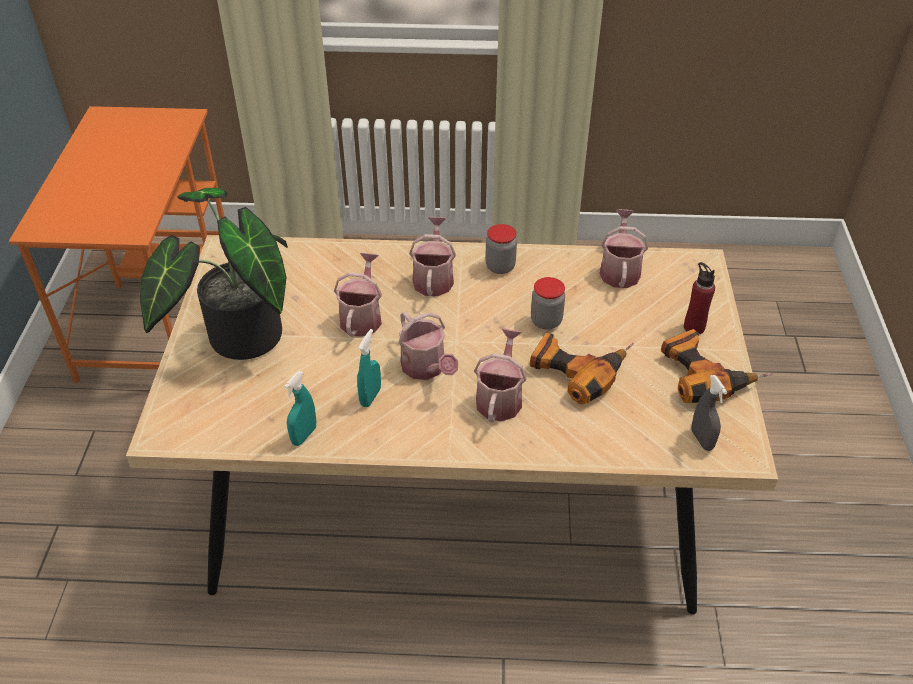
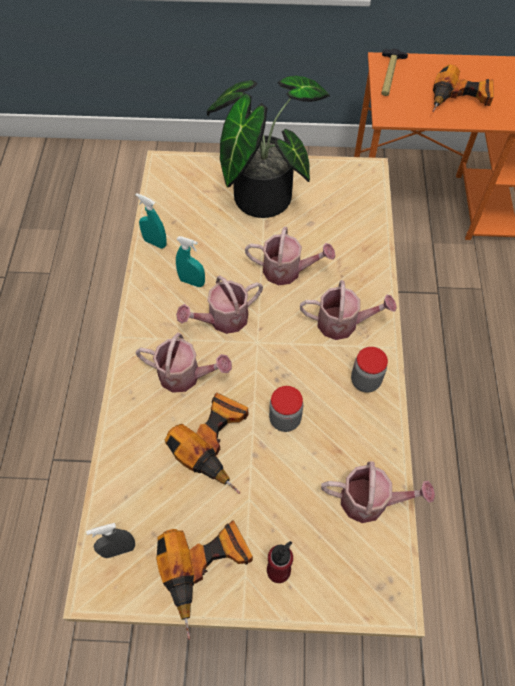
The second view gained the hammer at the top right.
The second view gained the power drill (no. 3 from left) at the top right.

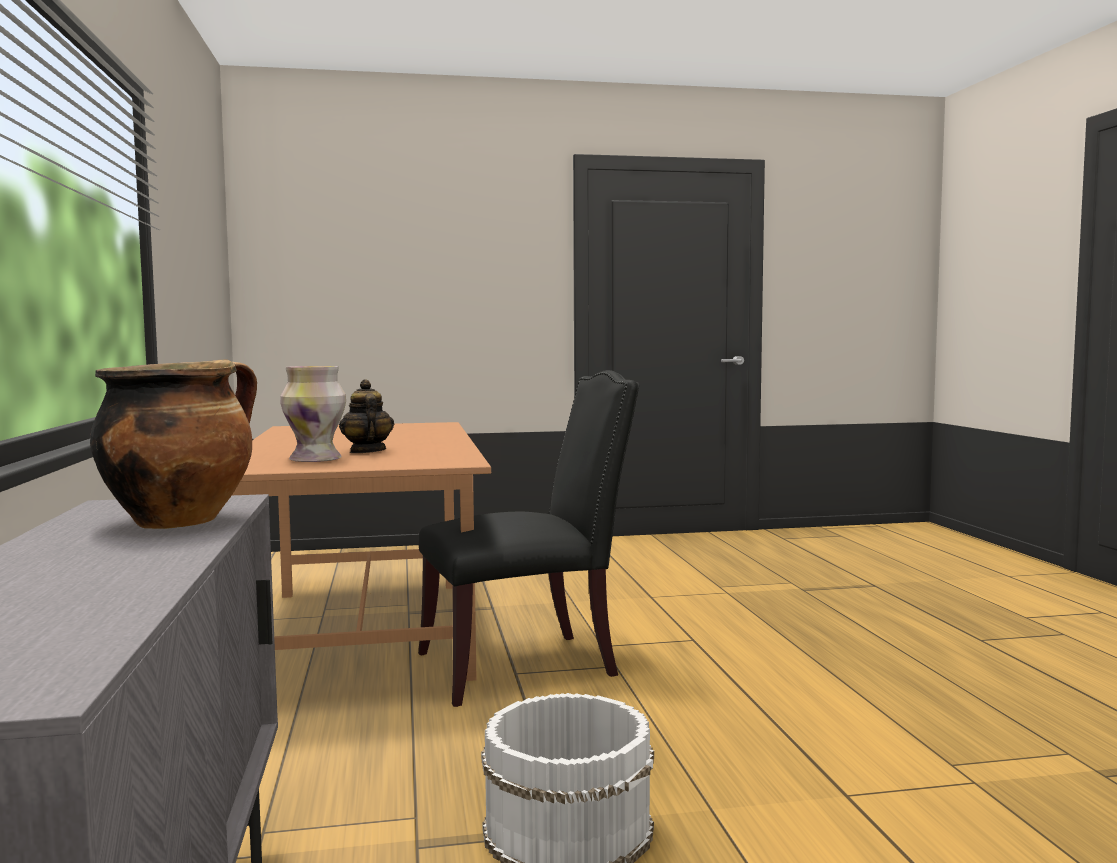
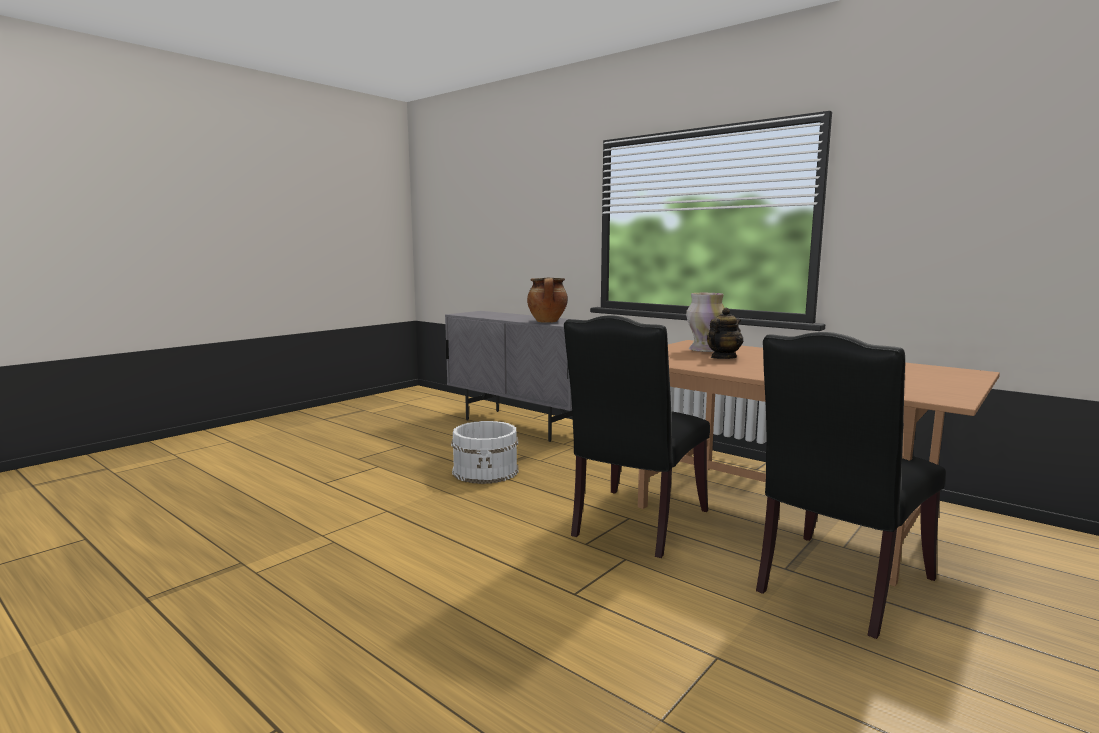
The teapot at the middle left ended up facing another way, 75 degrees counterclockwise from before.
The second view gained the black chair (no. 2 from left) at the middle right.

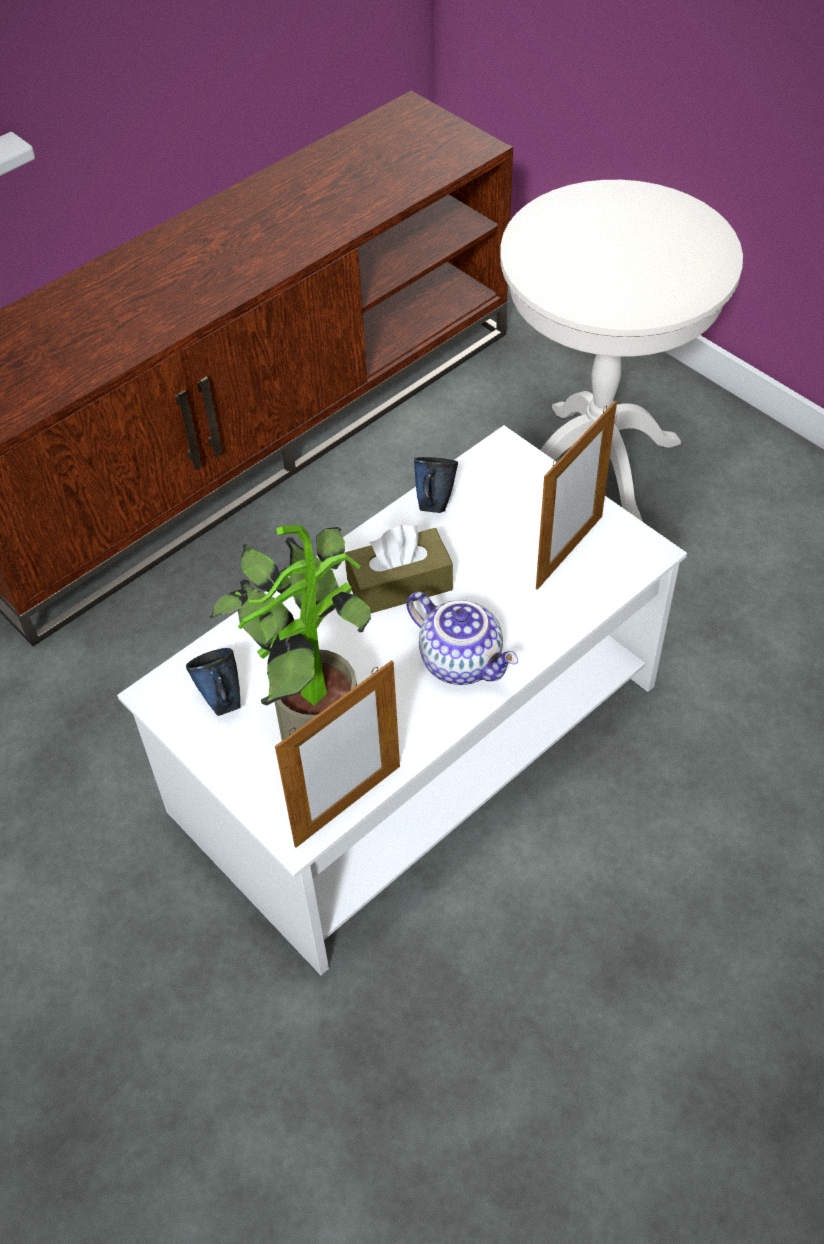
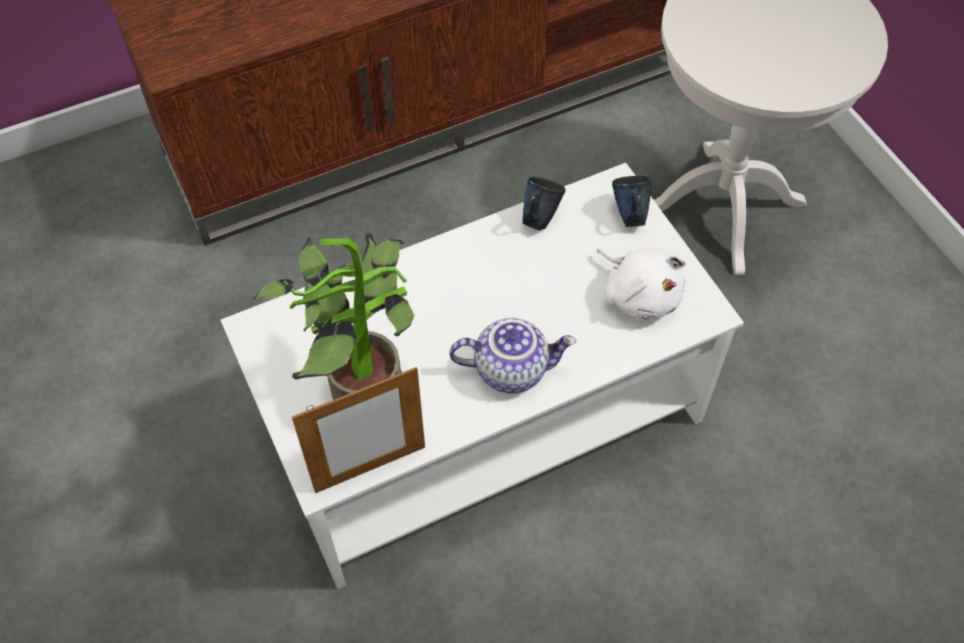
The teapot at the centre ended up facing another way, 60 degrees counterclockwise from before.
Where the picture frame (no. 2 from left) stood at the middle right, the white plush toy came to stand at the centre.
The blue mug (no. 1 from left in the first image) ended up elsewhere, having gone from the middle left to the top centre.
The second view lost the brown tissue box at the centre.

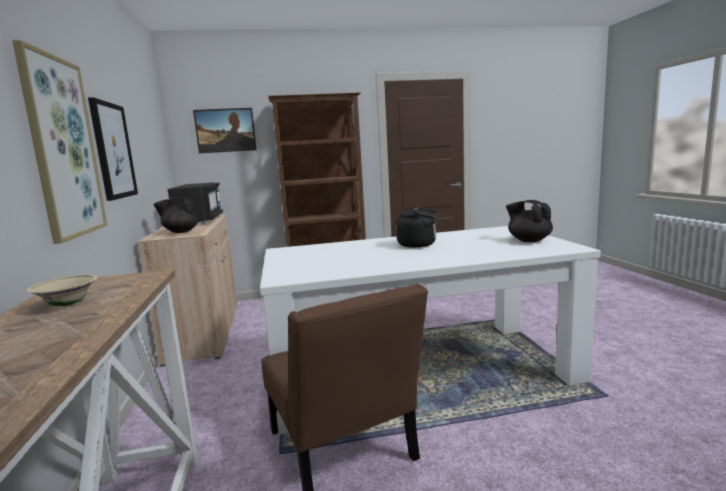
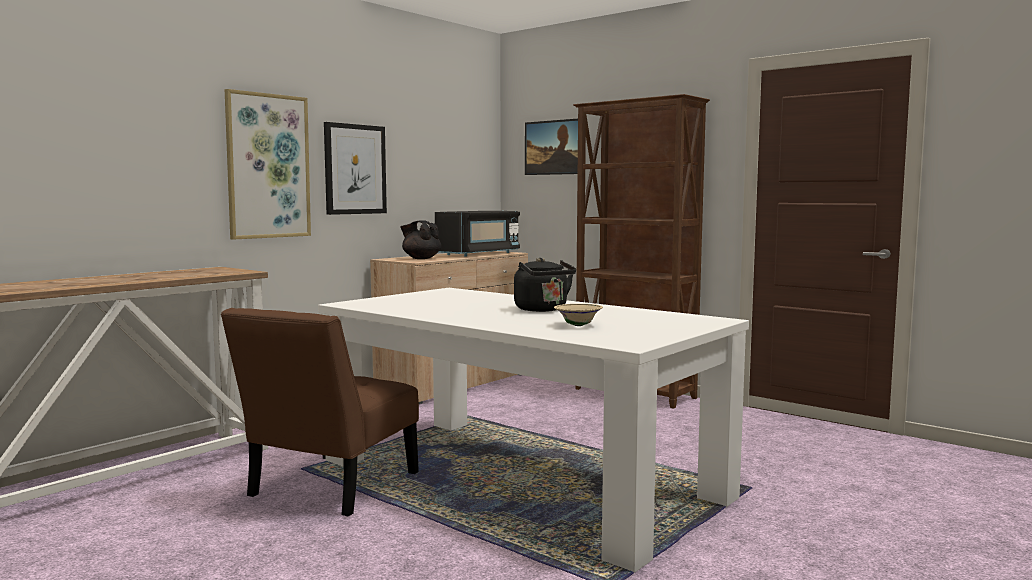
The beige bowl ended up elsewhere, having gone from the middle left to the centre.
The second view lost the black teapot (no. 2 from left) at the middle right.

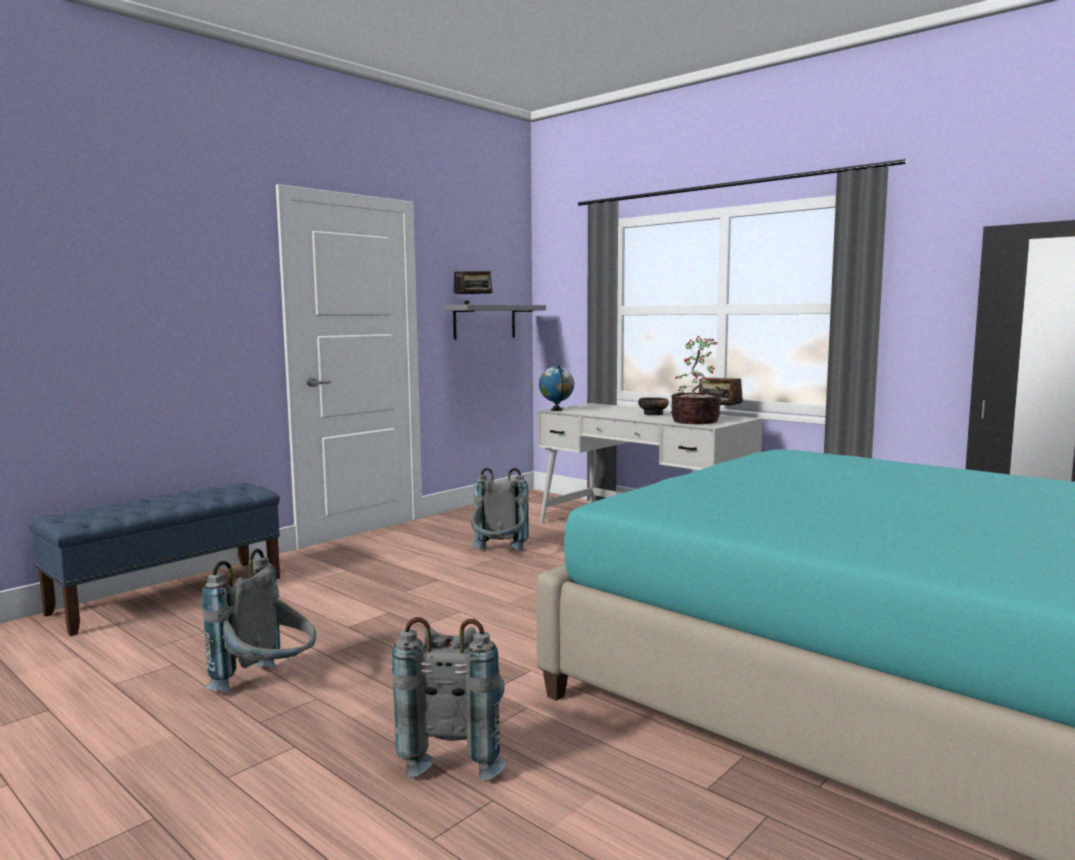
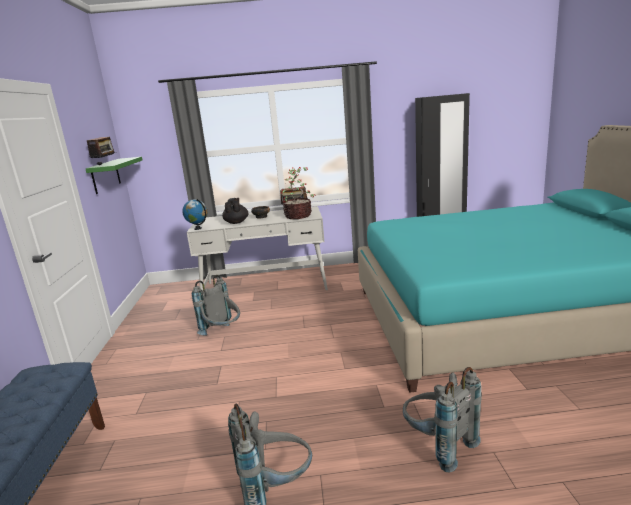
What was the grey shelf at the centre turned into the green shelf at the middle left.
The second view gained the black teapot at the centre.

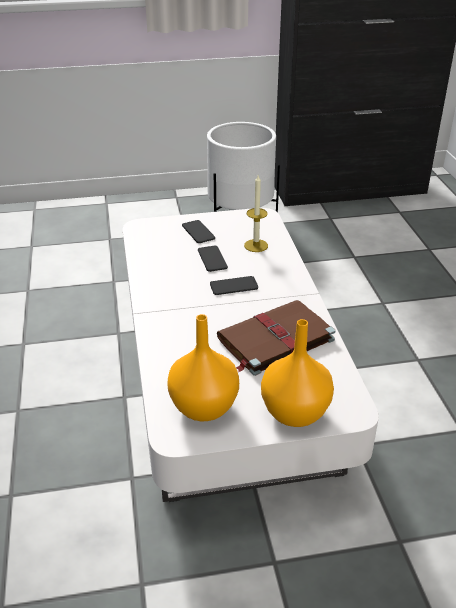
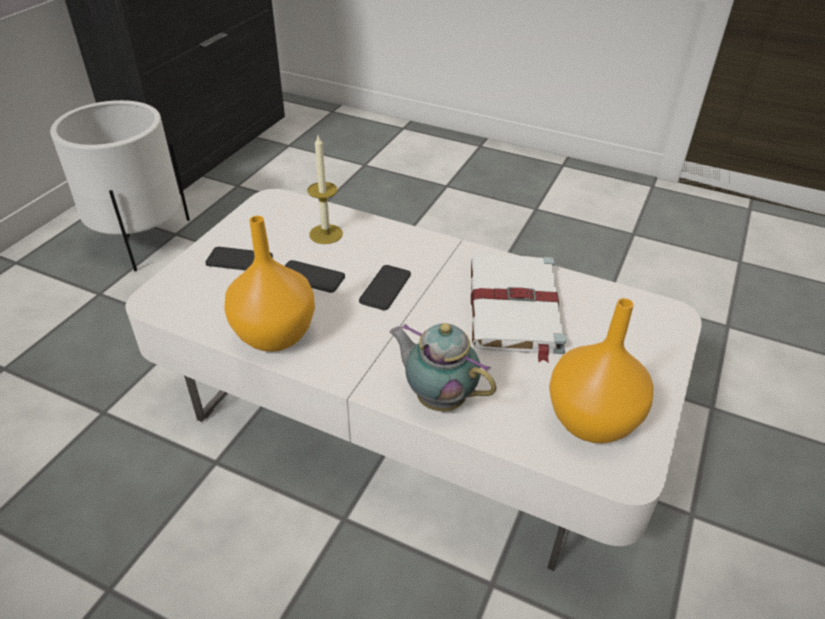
The orange vase (no. 2 from left in the first image) ended up elsewhere, having gone from the centre to the middle left.
The second view gained the teapot at the centre.
What was the brown book at the centre turned into the white book at the centre.

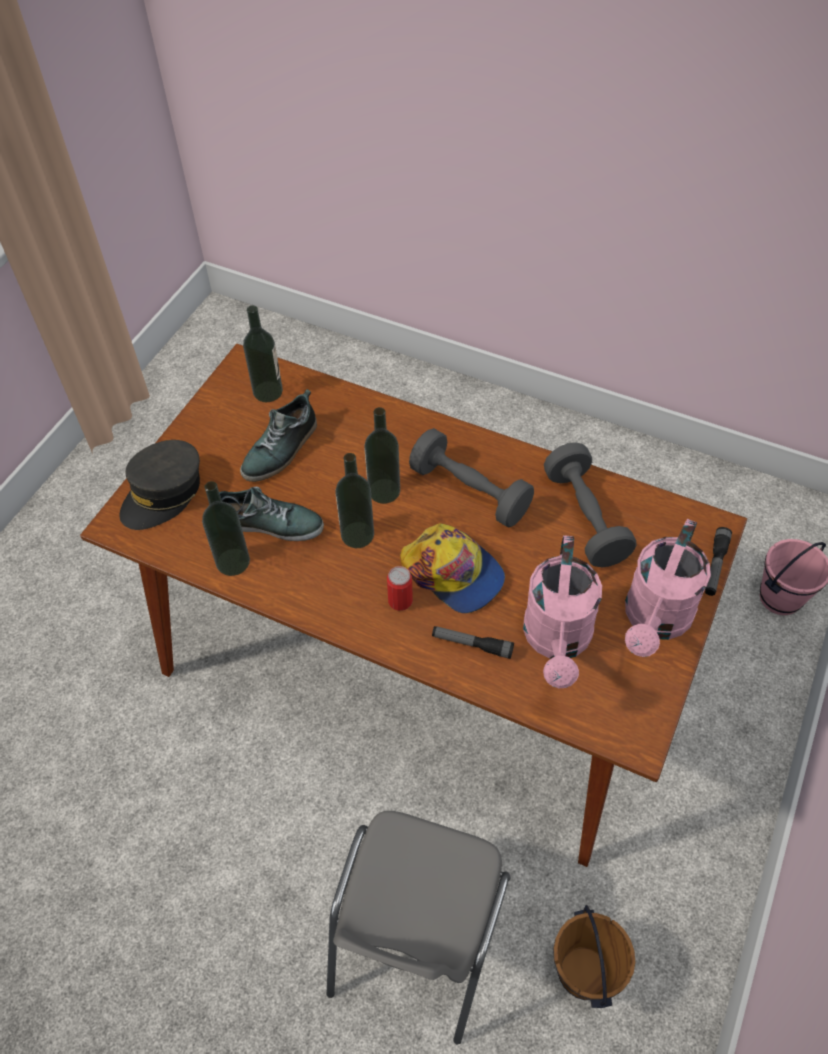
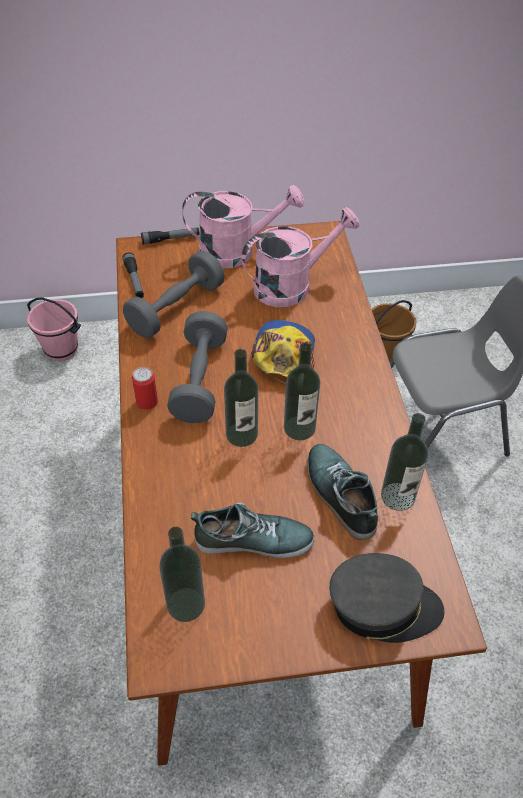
The flashlight (no. 1 from left) ended up elsewhere, having gone from the centre to the middle left.
The can ended up elsewhere, having gone from the centre to the middle left.

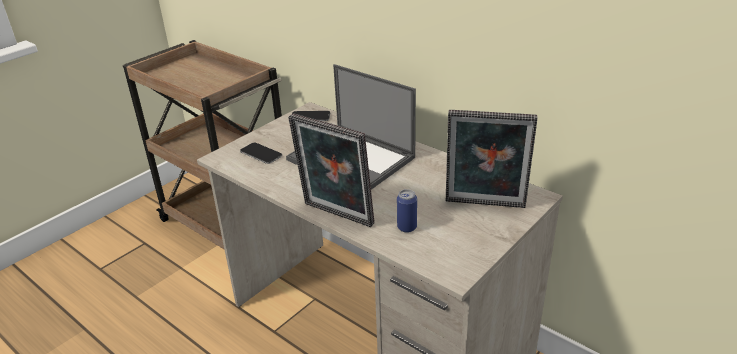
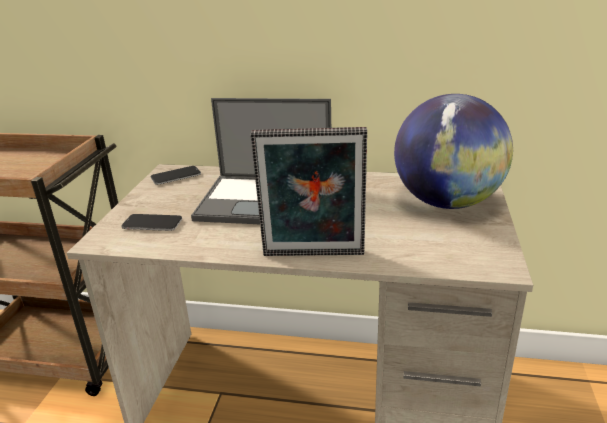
Where the picture frame (no. 2 from left) stood at the middle right, the globe came to stand at the middle right.
The second view lost the can at the centre.

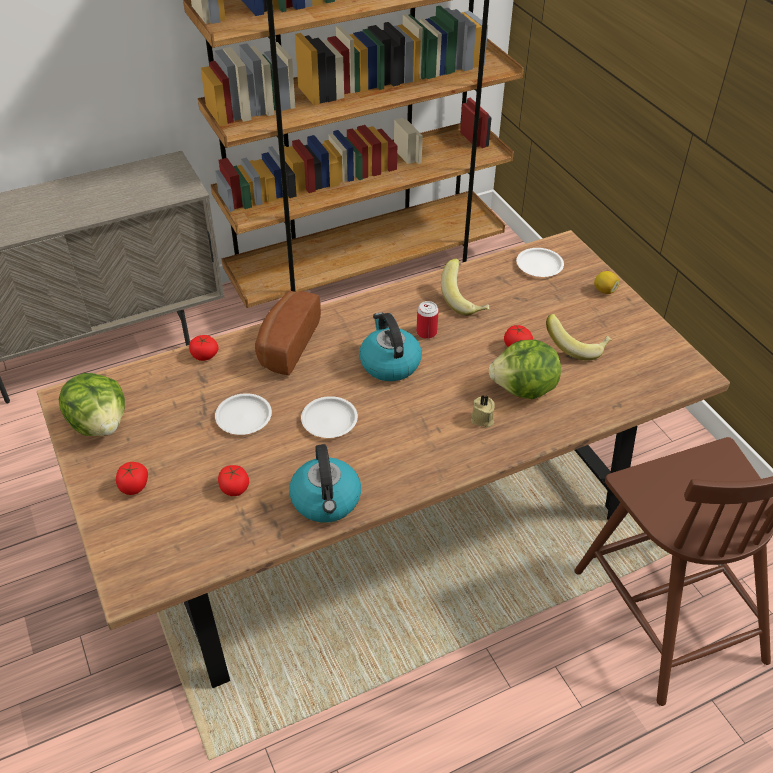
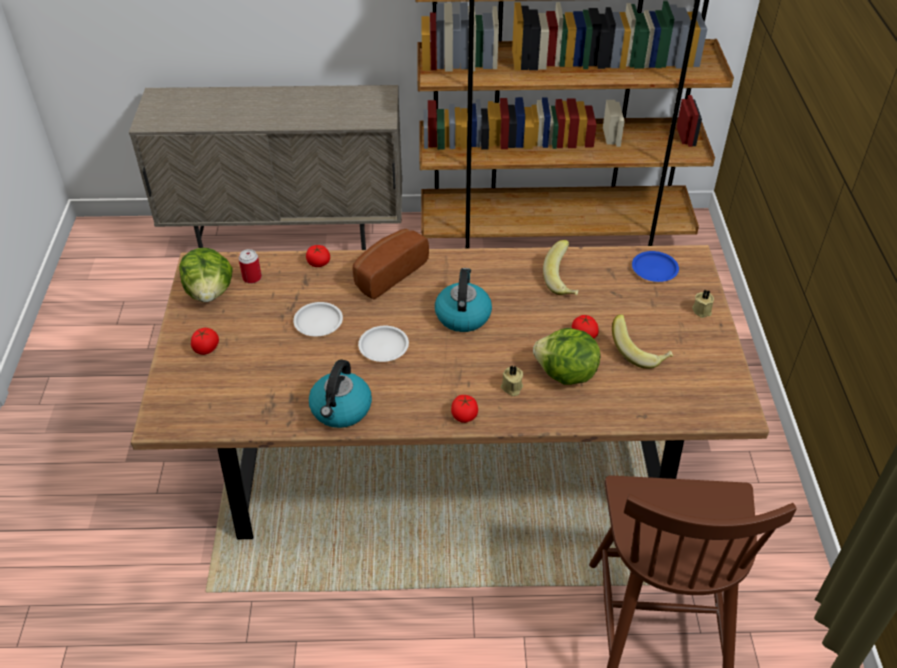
The can ended up elsewhere, having gone from the centre to the middle left.
The tomato (no. 3 from left) ended up elsewhere, having gone from the middle left to the centre.
What was the white plate (no. 3 from left) at the middle right turned into the blue plate at the middle right.
Where the lemon stood at the middle right, the beige candle (no. 2 from left) came to stand at the middle right.

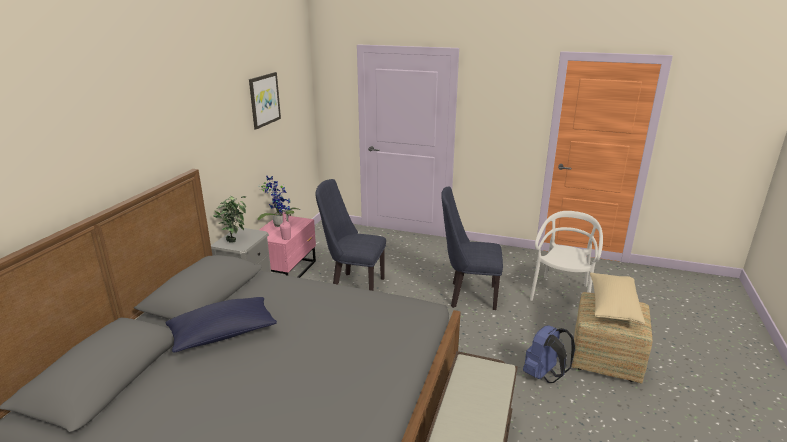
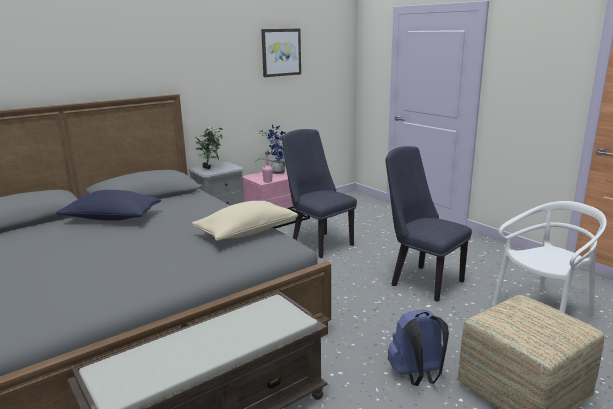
The beige pillow ended up elsewhere, having gone from the bottom right to the centre.

